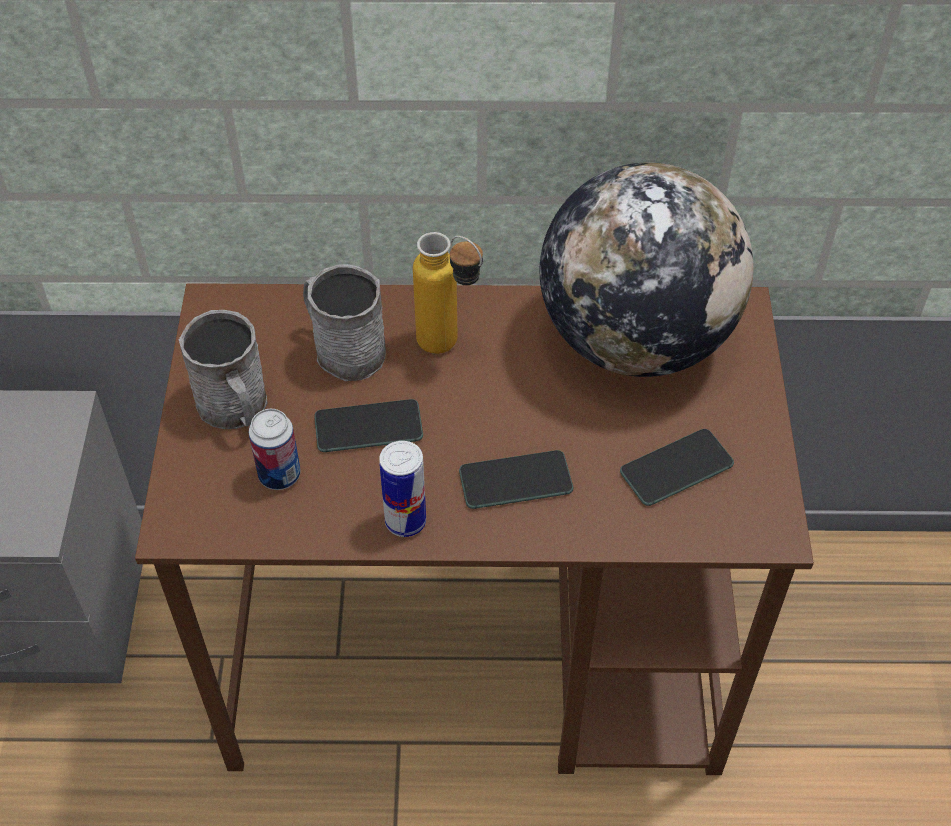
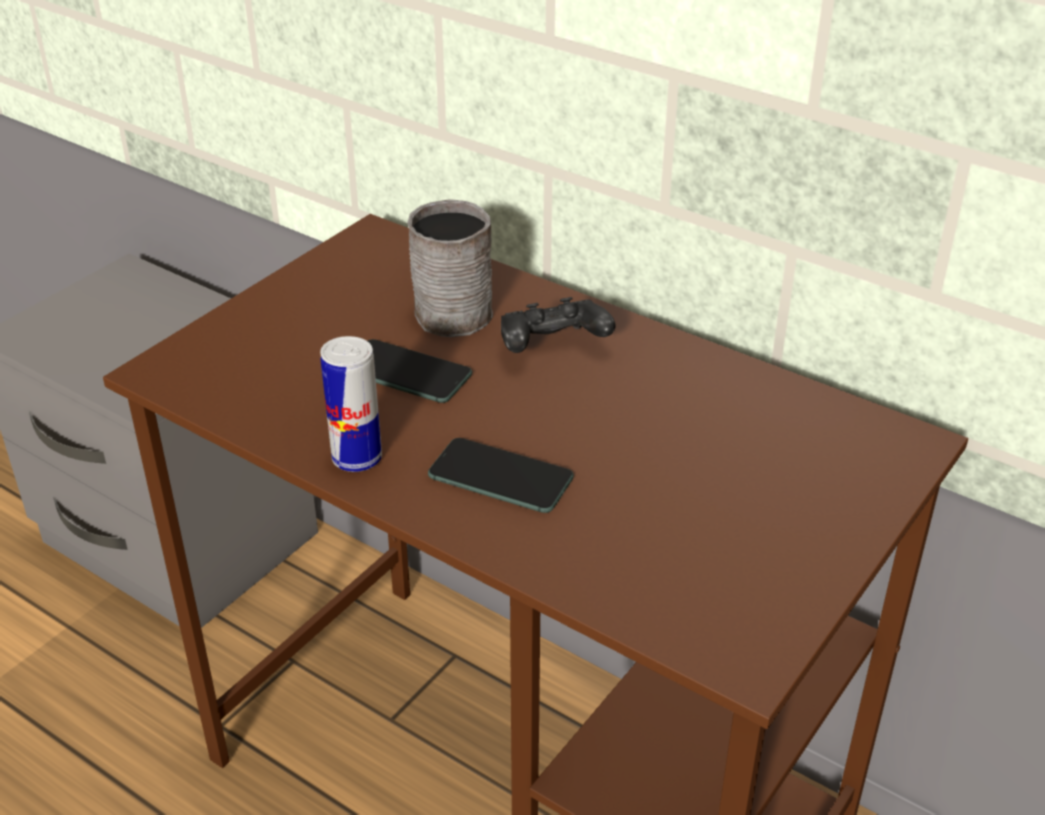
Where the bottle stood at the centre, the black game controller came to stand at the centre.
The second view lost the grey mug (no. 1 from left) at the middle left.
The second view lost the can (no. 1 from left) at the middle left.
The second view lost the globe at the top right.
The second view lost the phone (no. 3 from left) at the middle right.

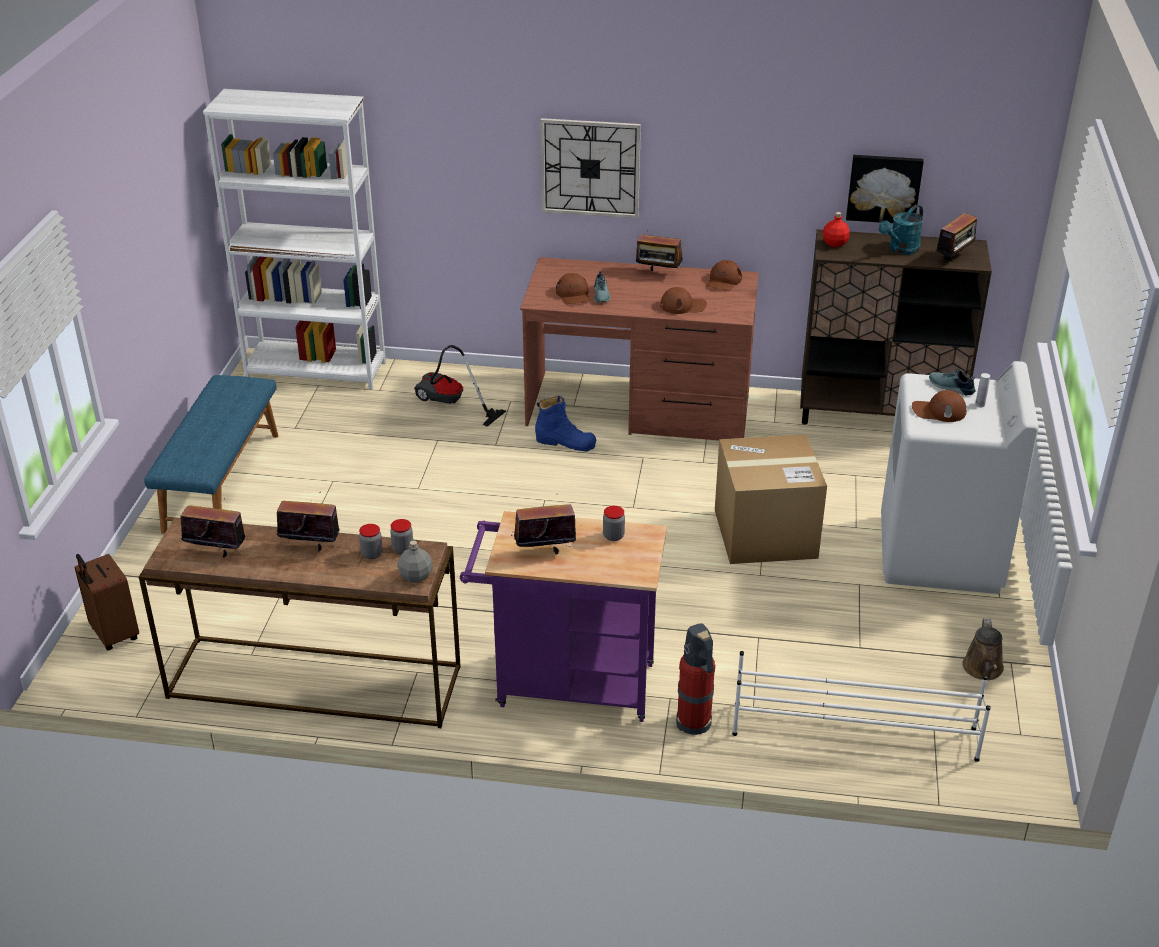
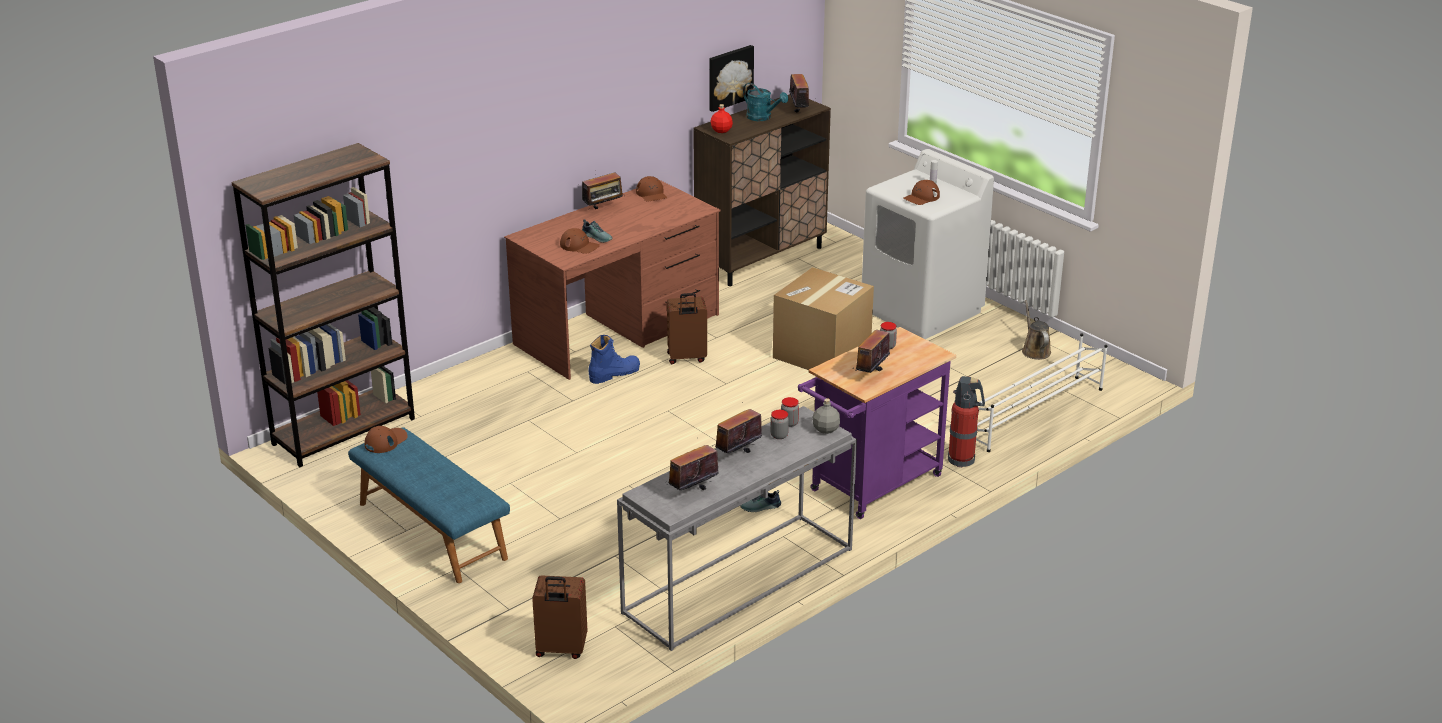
What was the white bookcase at the top left turned into the brown bookcase at the middle left.
The brown cap (no. 2 from left in the first image) ended up elsewhere, having gone from the top centre to the middle left.
What was the brown console table at the middle left turned into the grey console table at the bottom centre.
The second view gained the brown suitcase (no. 2 from left) at the centre.
The shoe (no. 2 from left) ended up elsewhere, having gone from the middle right to the bottom centre.
The turquoise watering can at the top right ended up facing another way, 45 degrees counterclockwise from before.
The brown watering can at the bottom right ended up facing another way, 150 degrees counterclockwise from before.
The second view lost the vacuum cleaner at the centre.
The second view lost the wall clock at the top centre.

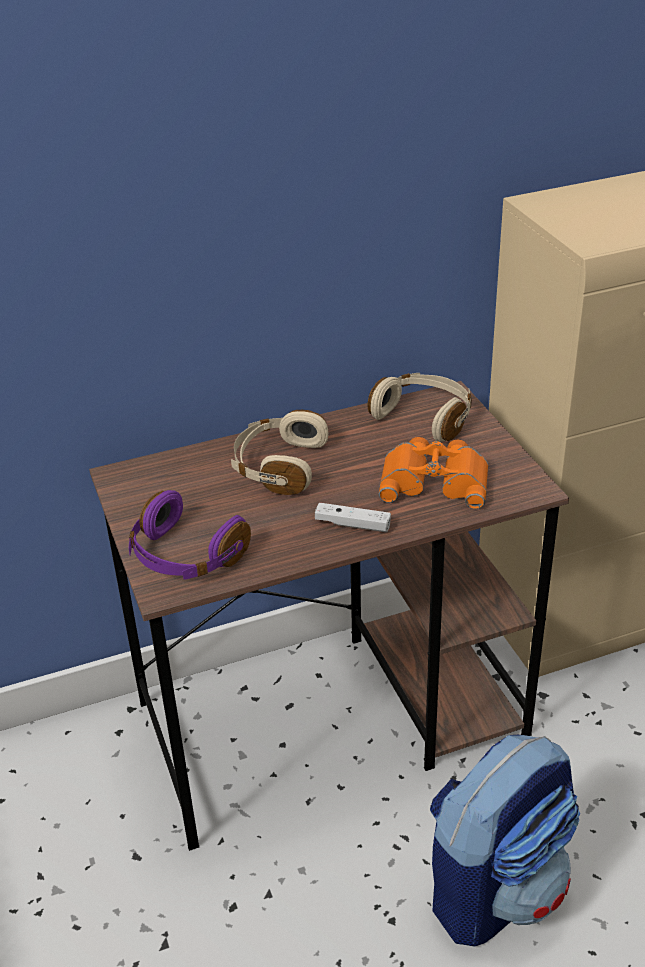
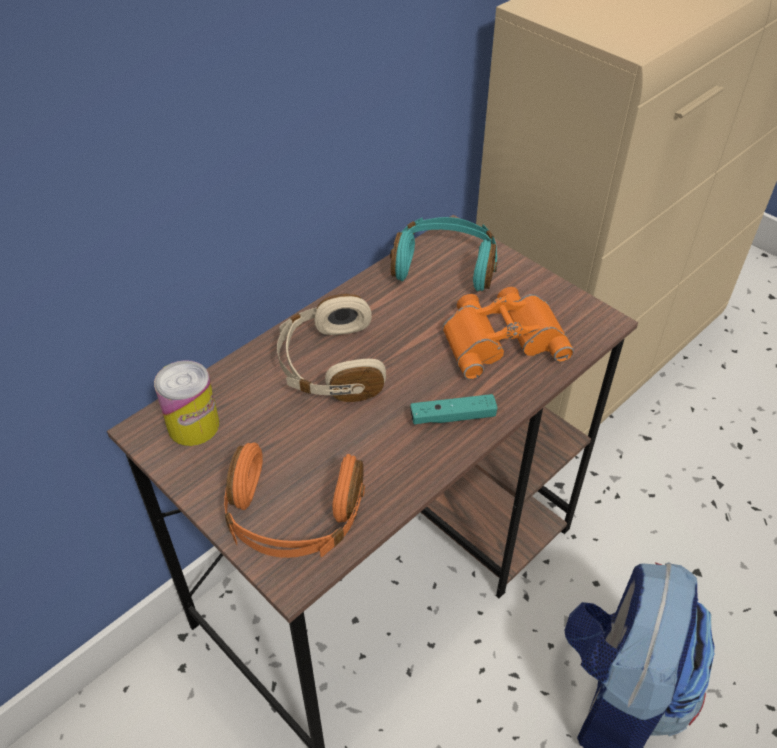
The second view gained the can at the middle left.
What was the purple headphones at the middle left turned into the orange headphones at the bottom centre.
What was the beige headphones (no. 2 from left) at the centre turned into the turquoise headphones at the centre.
What was the white game controller at the centre turned into the turquoise game controller at the centre.

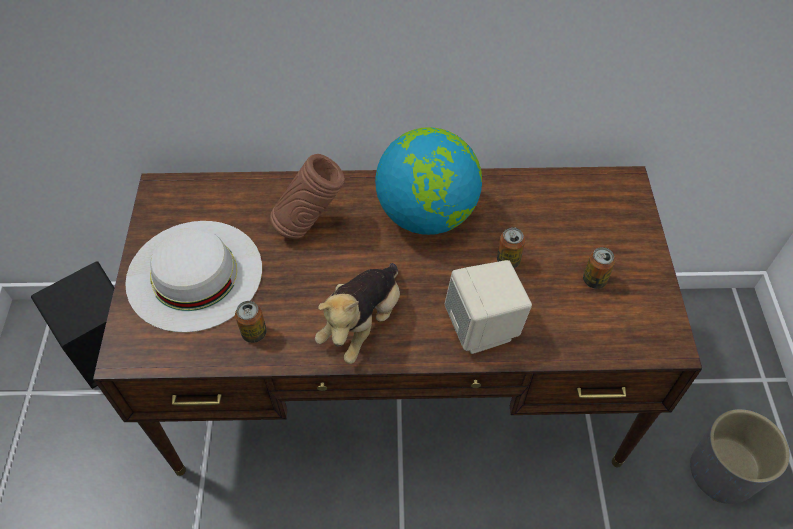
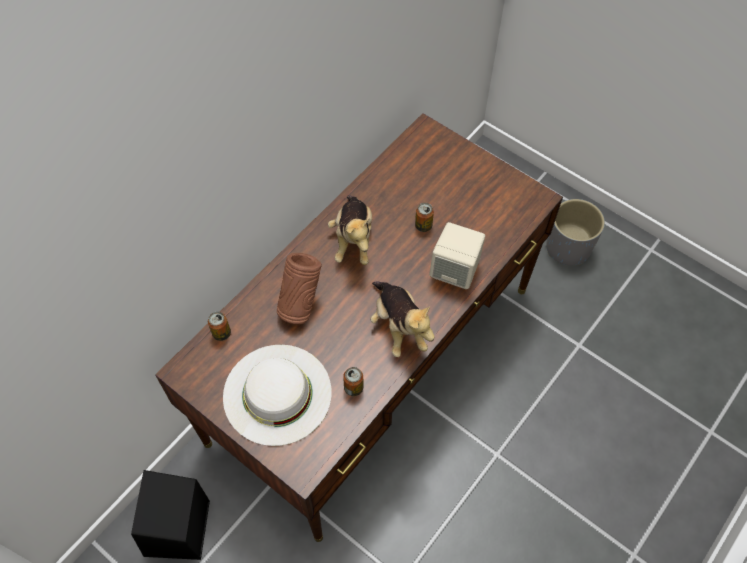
The can (no. 3 from left in the first image) ended up elsewhere, having gone from the middle right to the middle left.
Where the globe stood at the centre, the plush toy (no. 1 from left) came to stand at the centre.

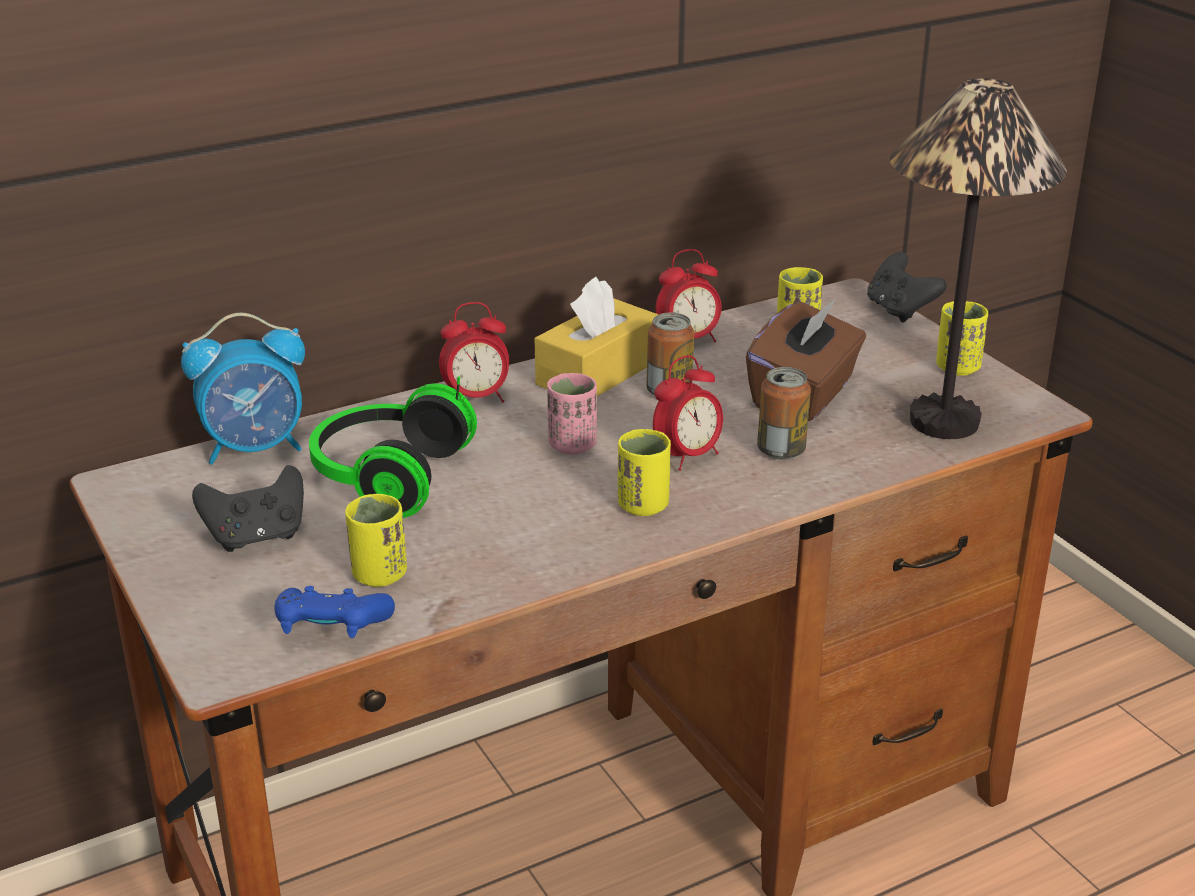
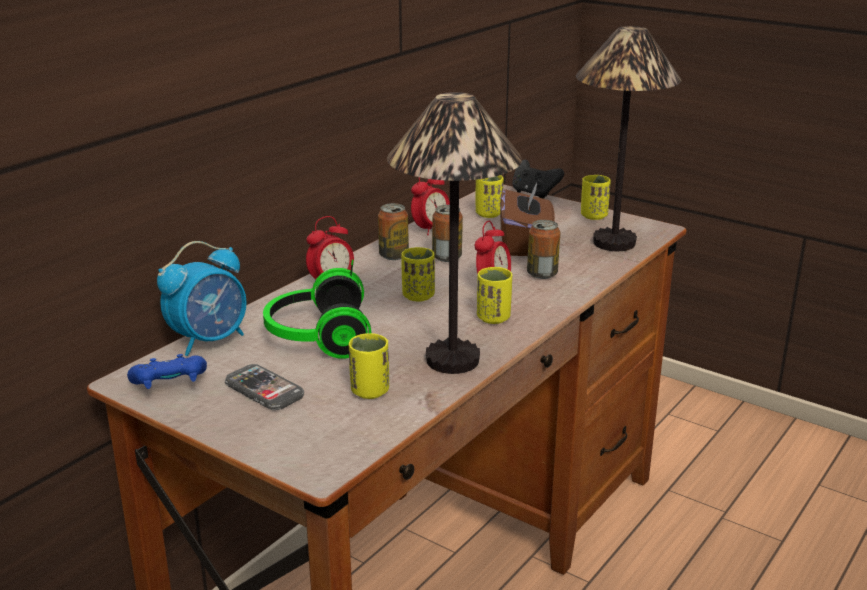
The blue game controller ended up elsewhere, having gone from the bottom left to the middle left.
Where the black game controller (no. 1 from left) stood at the middle left, the phone came to stand at the middle left.
Where the yellow tissue box stood at the centre, the can (no. 1 from left) came to stand at the centre.
The second view gained the table lamp (no. 1 from left) at the centre.
What was the pink cup at the centre turned into the yellow cup (no. 2 from left) at the centre.

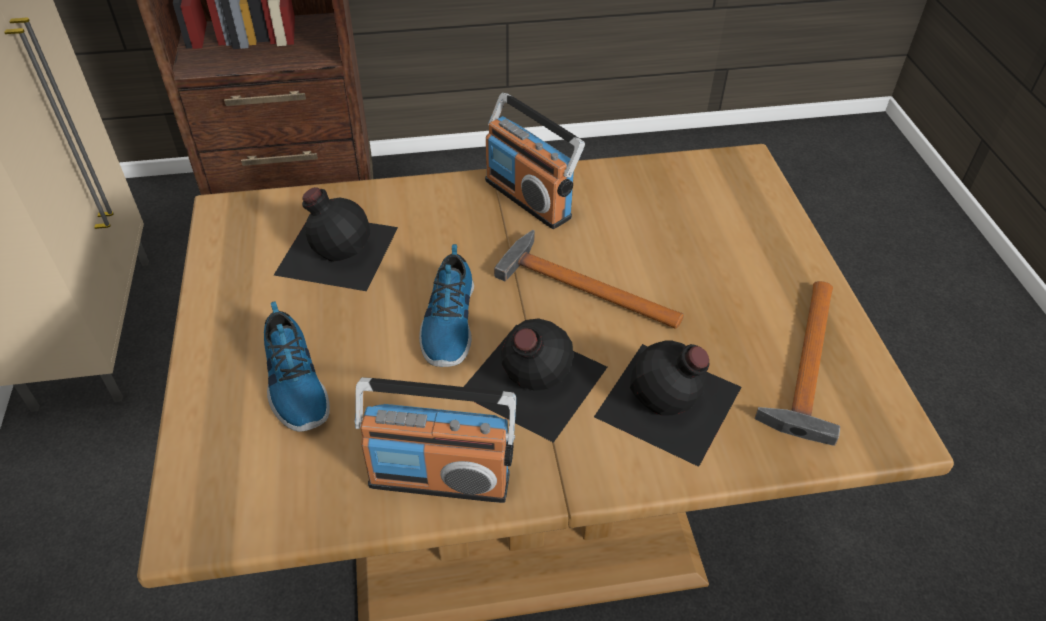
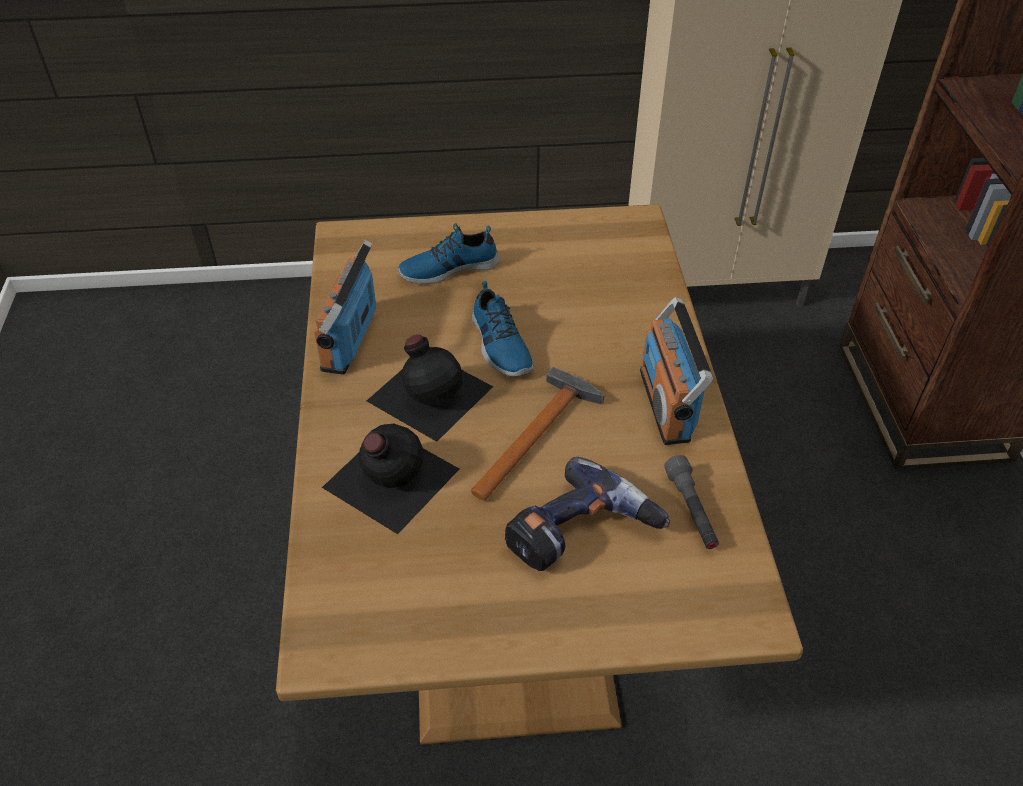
The shoe (no. 2 from left) at the centre ended up facing another way, 120 degrees counterclockwise from before.
The second view gained the power drill at the centre.
The radio (no. 2 from left) at the top centre ended up facing another way, 60 degrees counterclockwise from before.
The second view gained the grey flashlight at the middle right.
The second view lost the black bottle (no. 1 from left) at the middle left.
The second view lost the hammer (no. 2 from left) at the middle right.

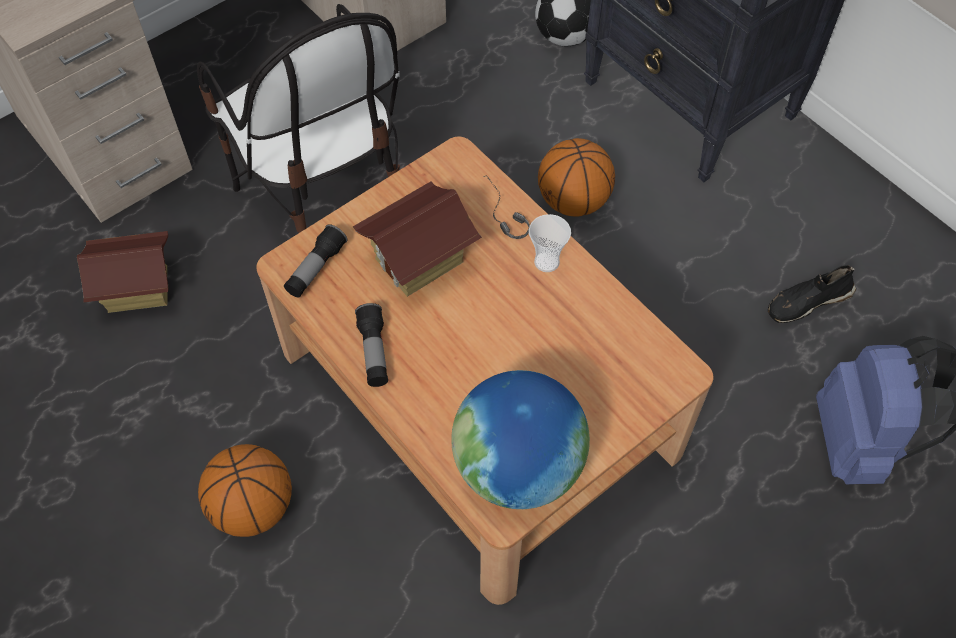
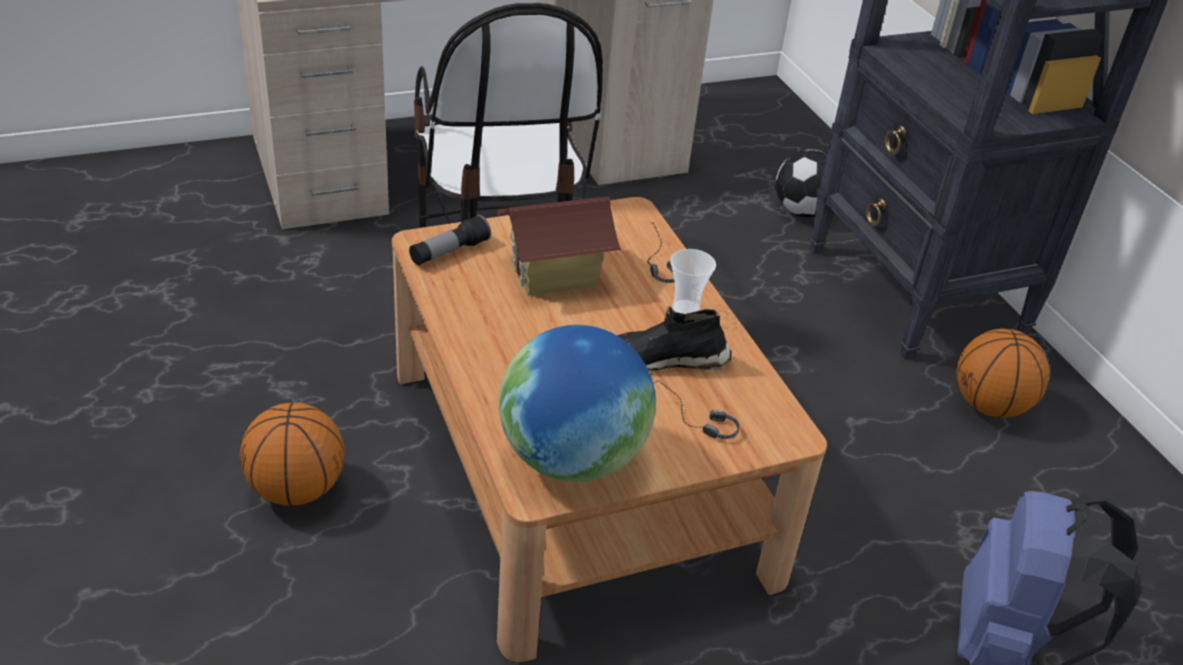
The black shoe ended up elsewhere, having gone from the middle right to the centre.
The second view gained the headphones (no. 2 from left) at the centre.
The basketball (no. 2 from left) ended up elsewhere, having gone from the top centre to the middle right.
The second view lost the toy house (no. 1 from left) at the middle left.
The second view lost the flashlight (no. 2 from left) at the centre.

